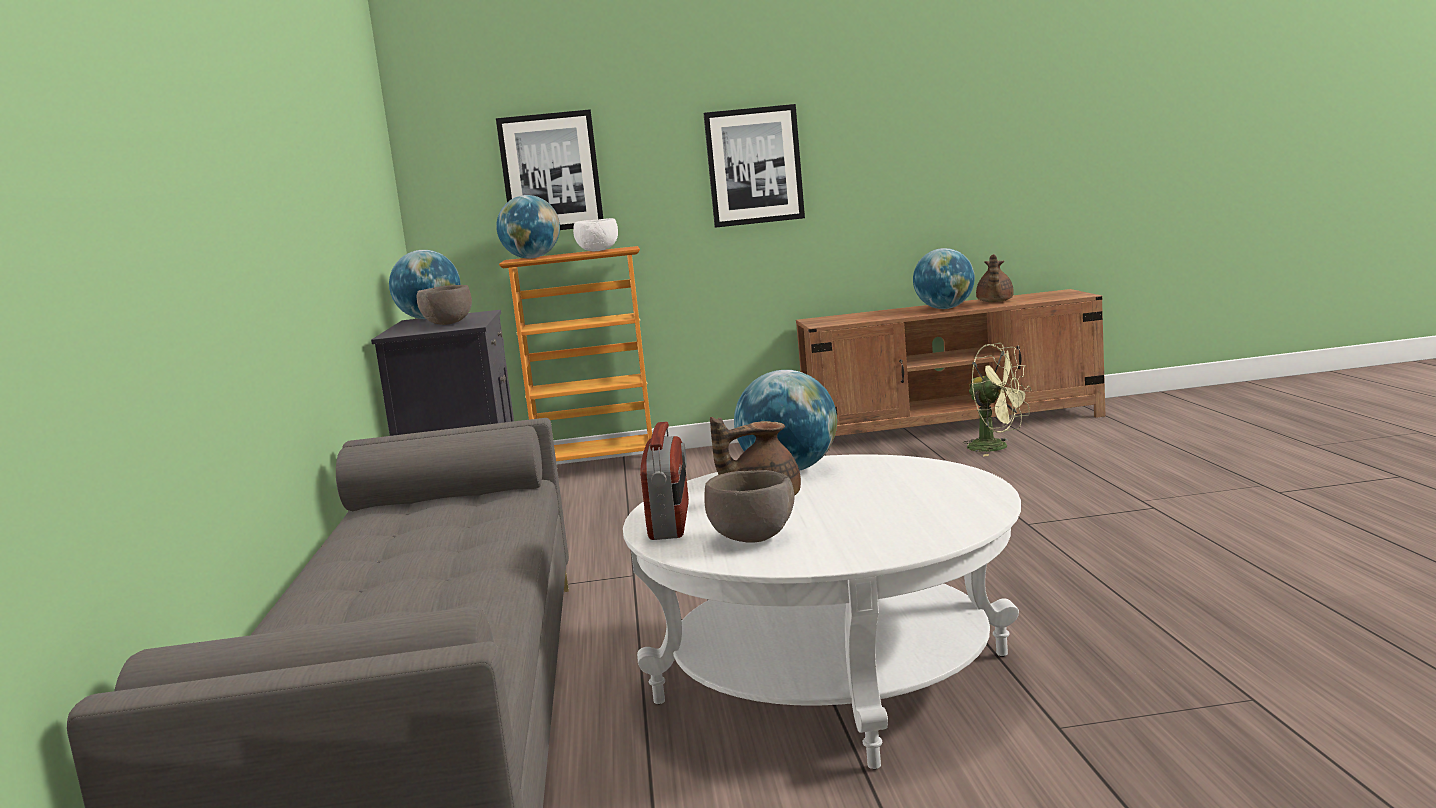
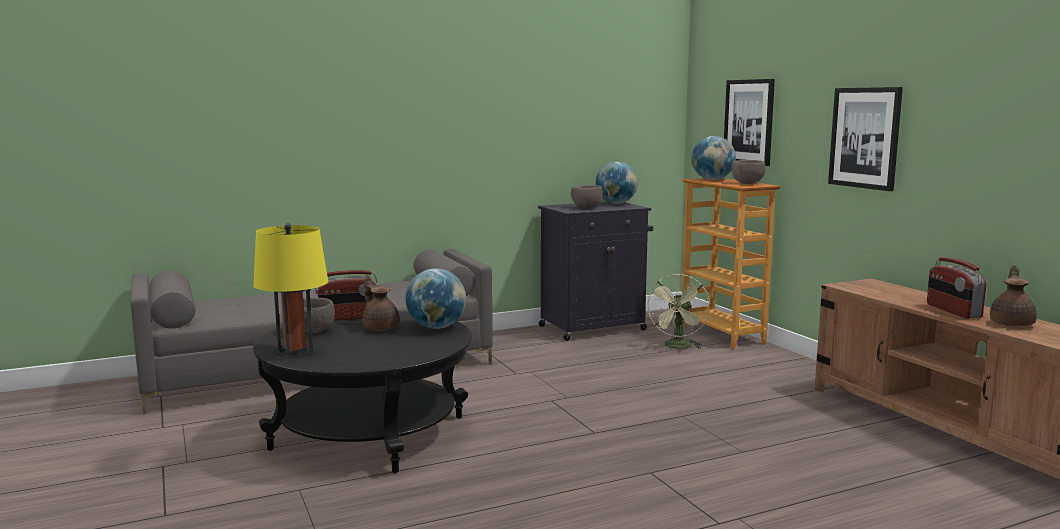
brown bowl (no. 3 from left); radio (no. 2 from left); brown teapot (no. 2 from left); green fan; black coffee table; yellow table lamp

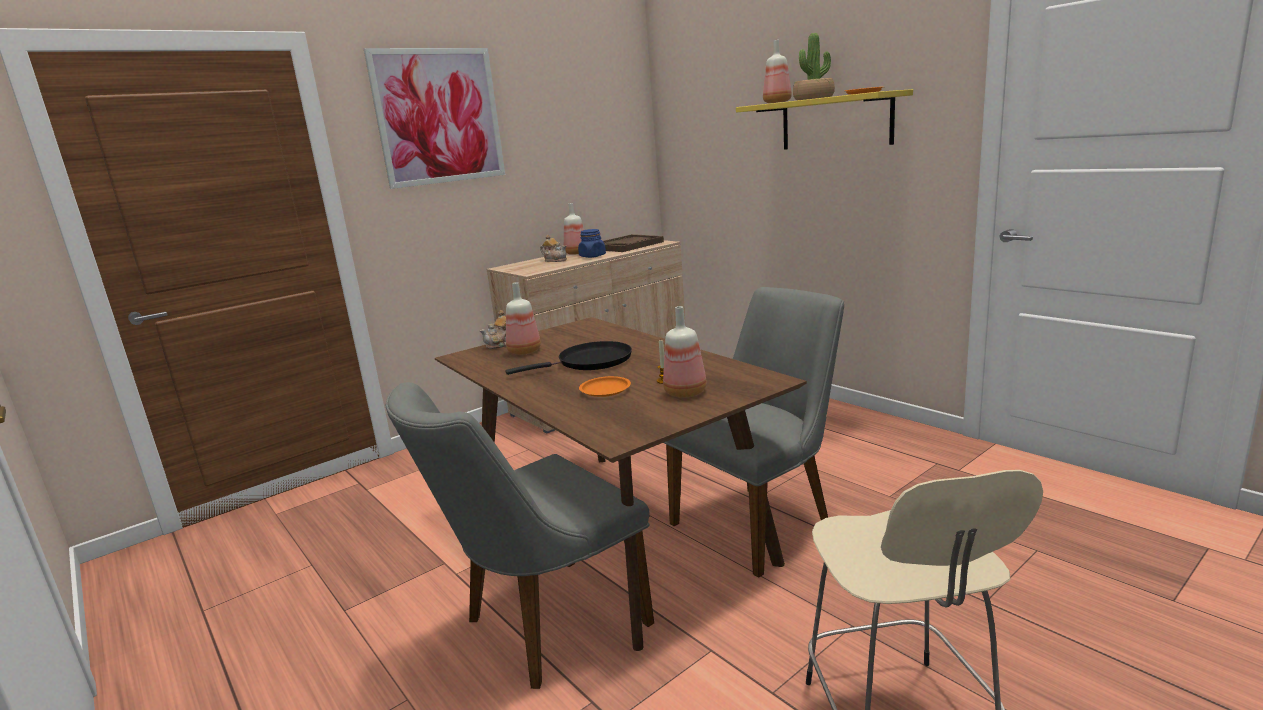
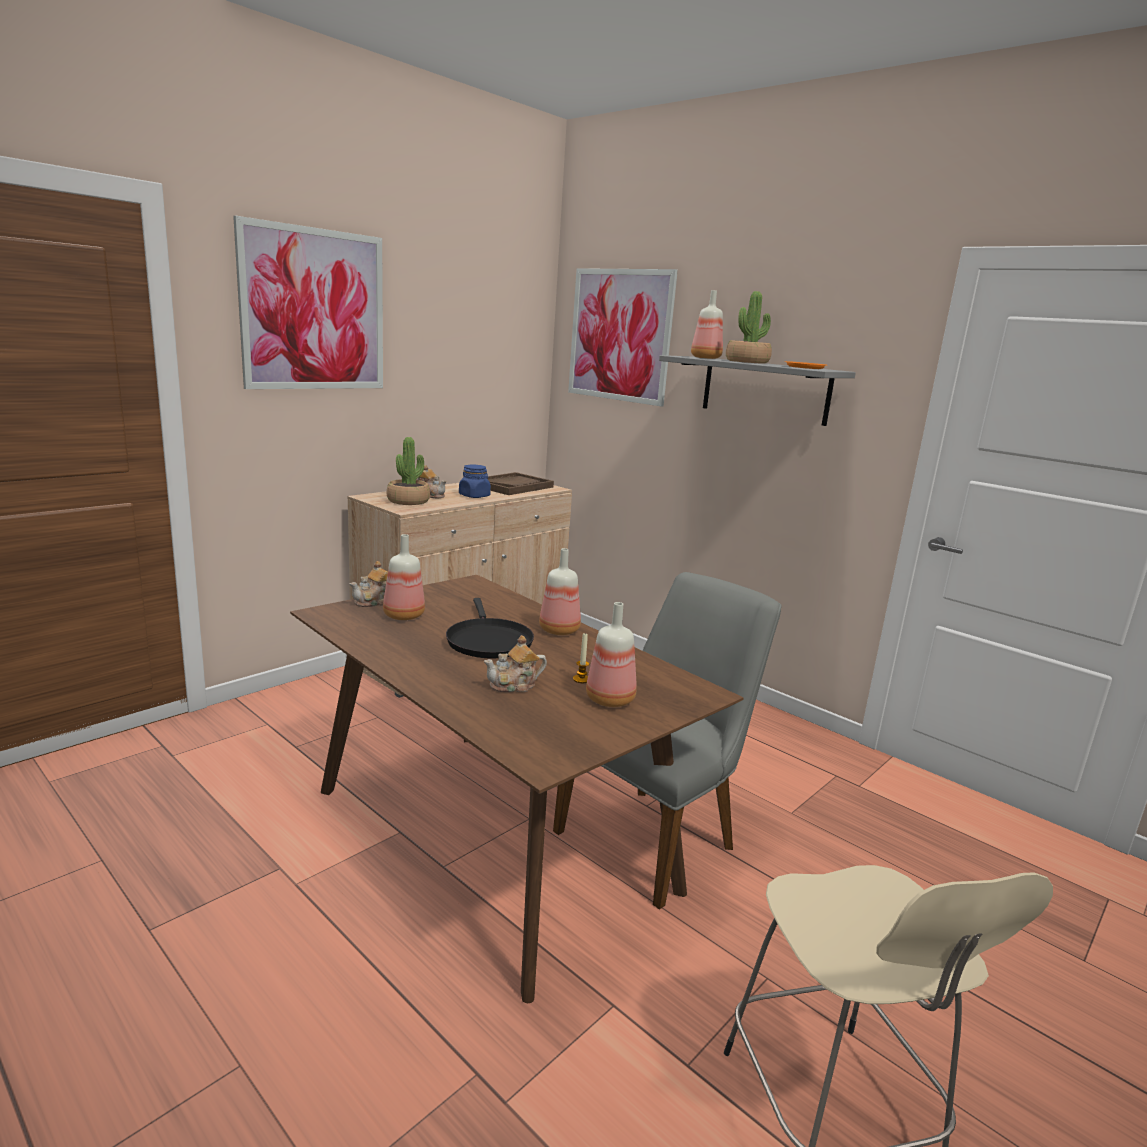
grey shelf; bottle (no. 2 from left); black frying pan; teapot (no. 3 from left); grey chair (no. 1 from left in the first image); picture (no. 2 from left); potted plant (no. 1 from left)

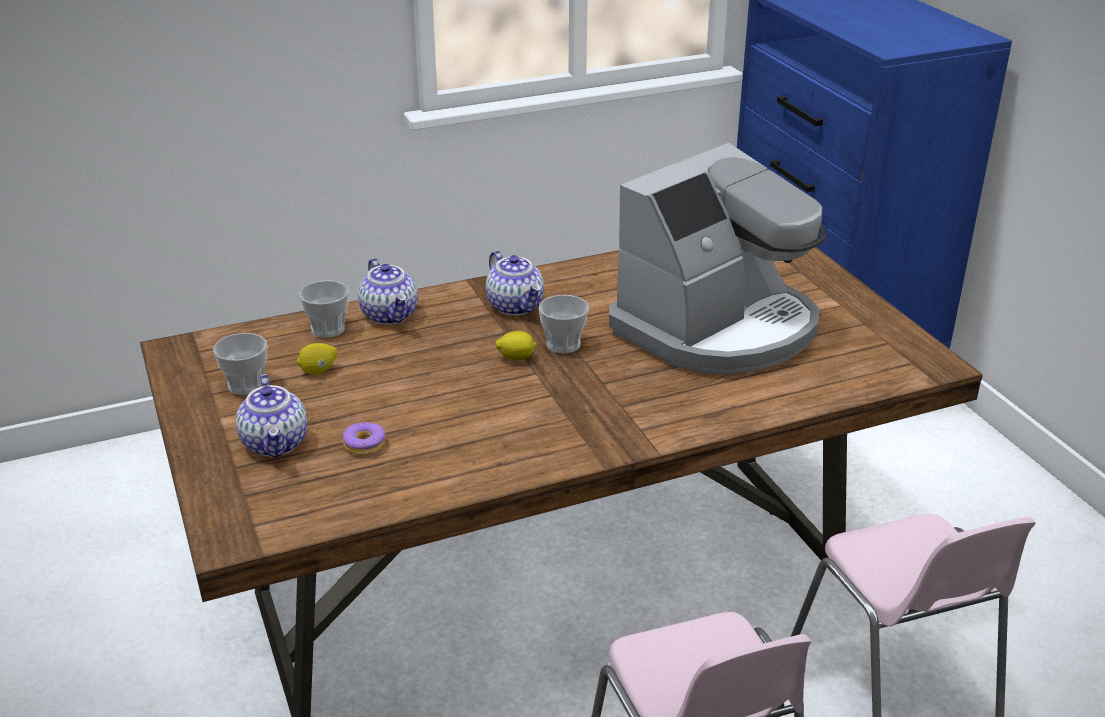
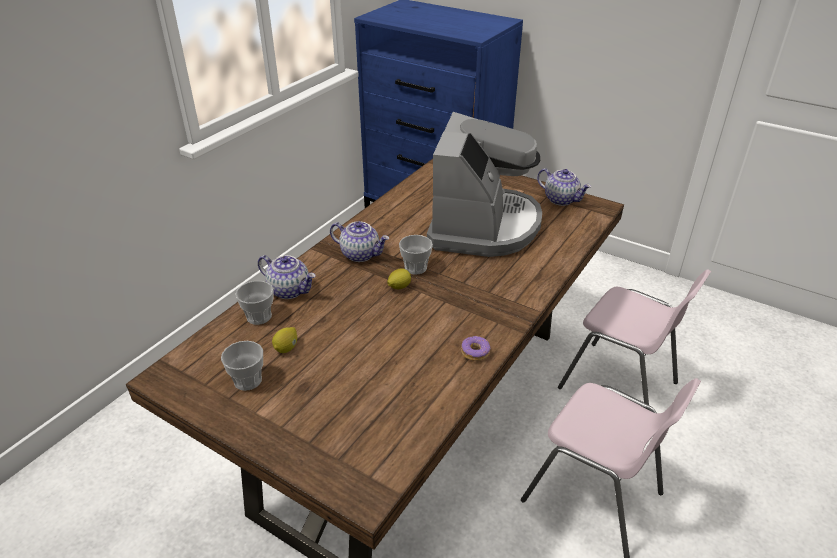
teapot (no. 3 from left); donut

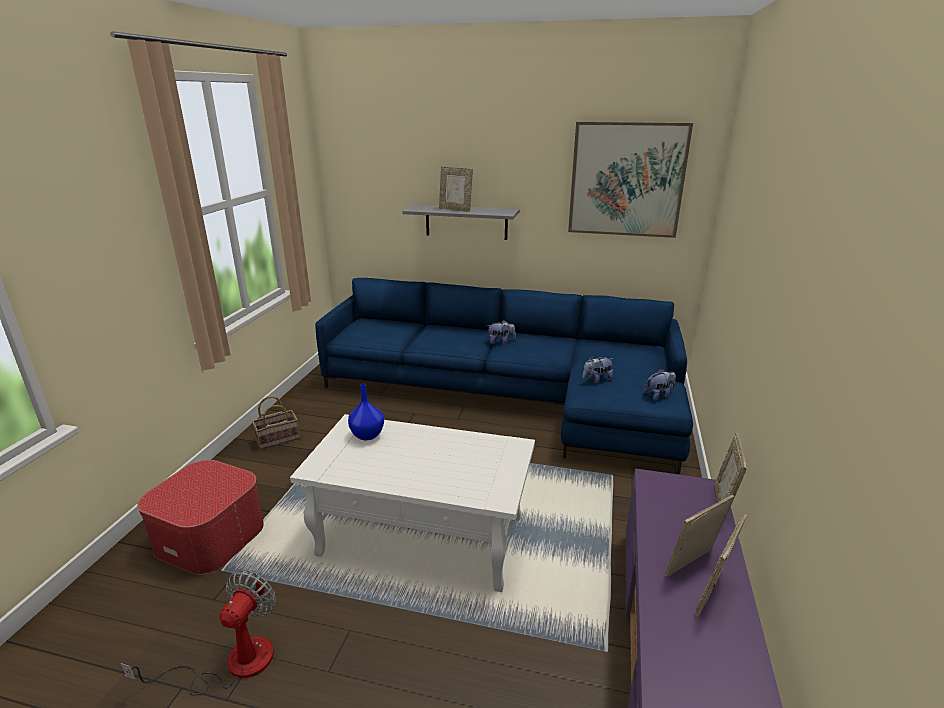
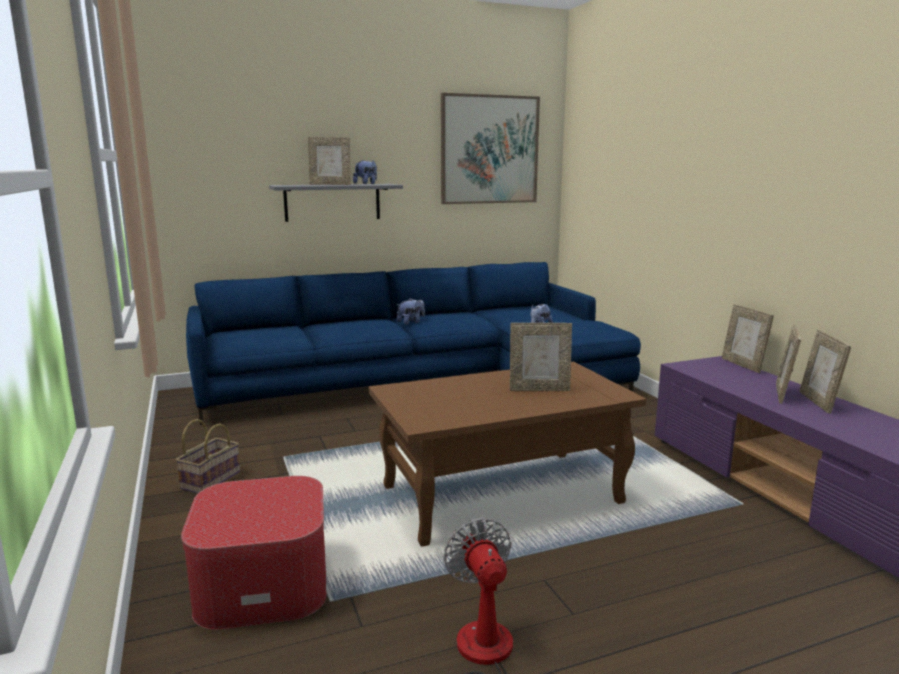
plush toy (no. 1 from left); blue vase; brown coffee table; picture frame (no. 2 from left)

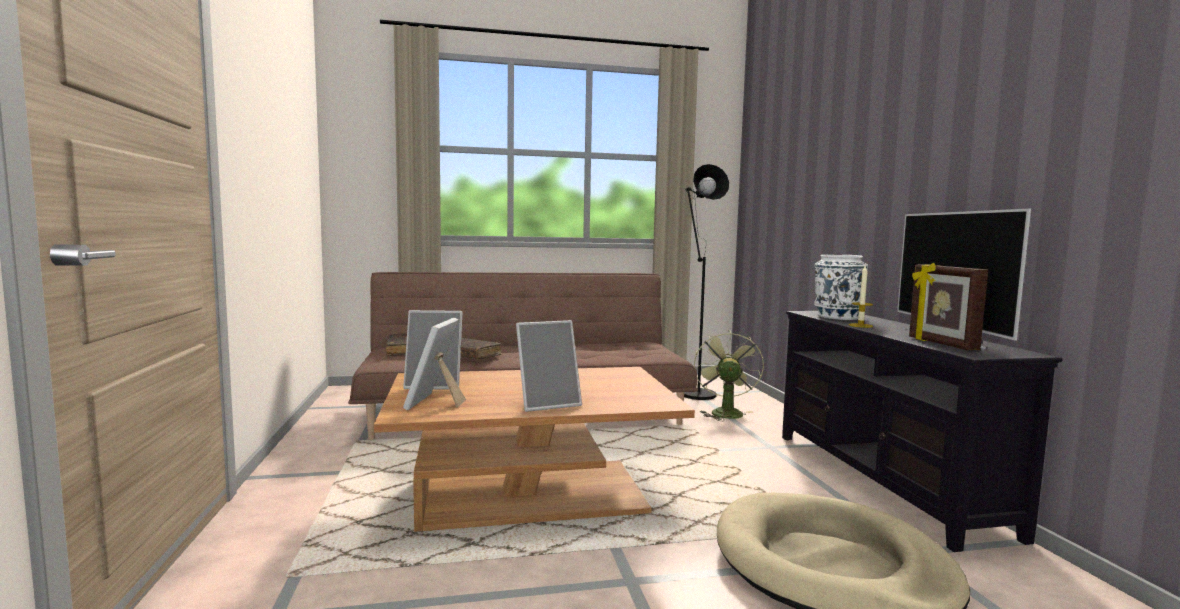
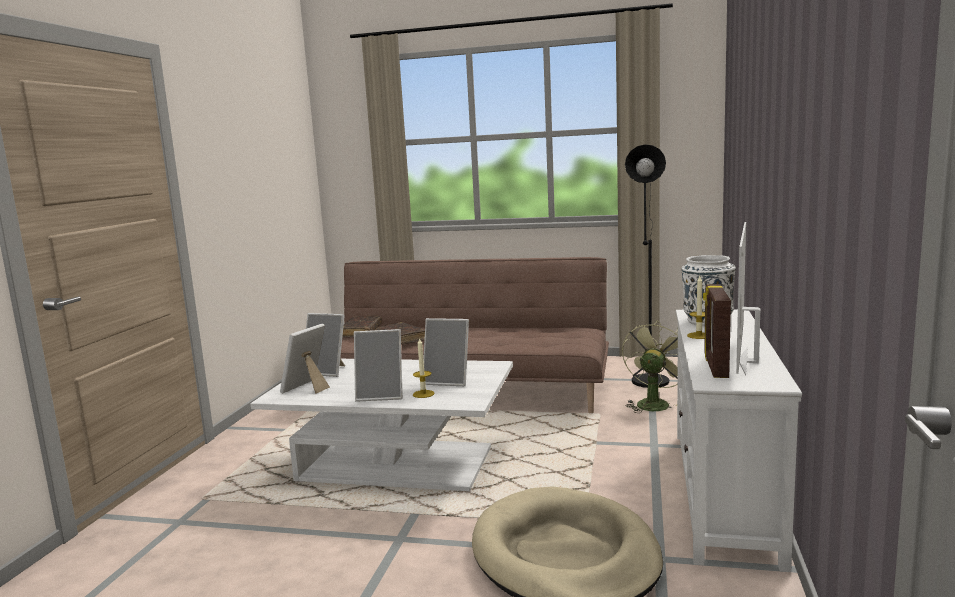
white tv stand; white coffee table; picture frame (no. 4 from left); candle (no. 1 from left)

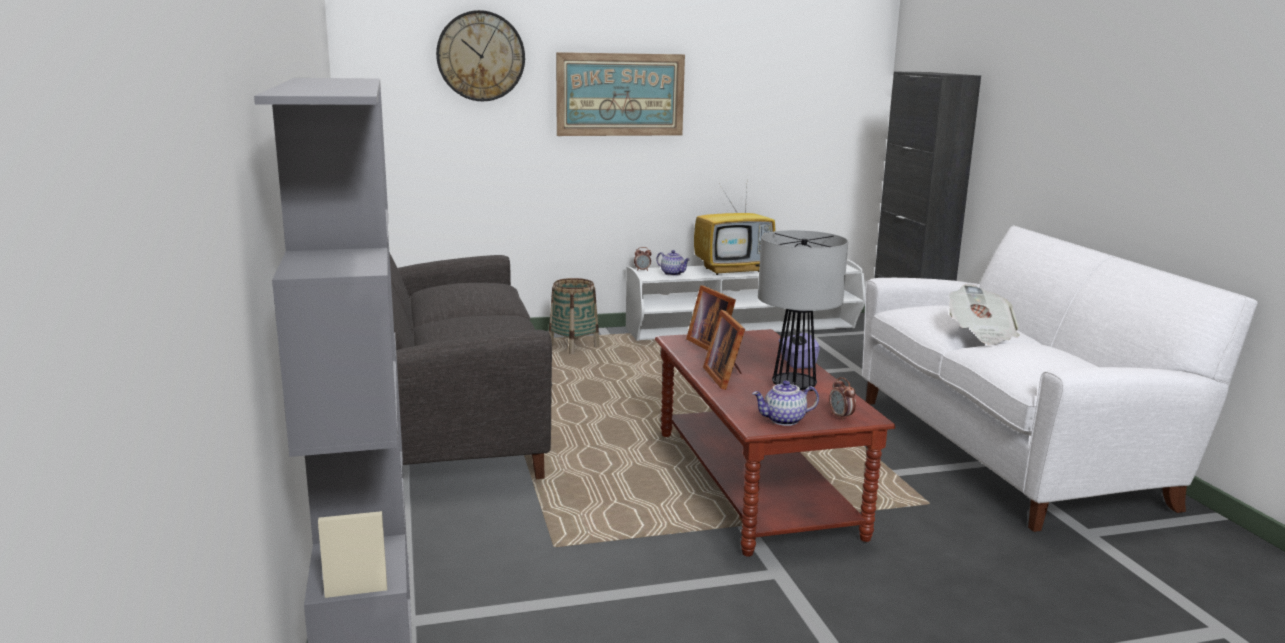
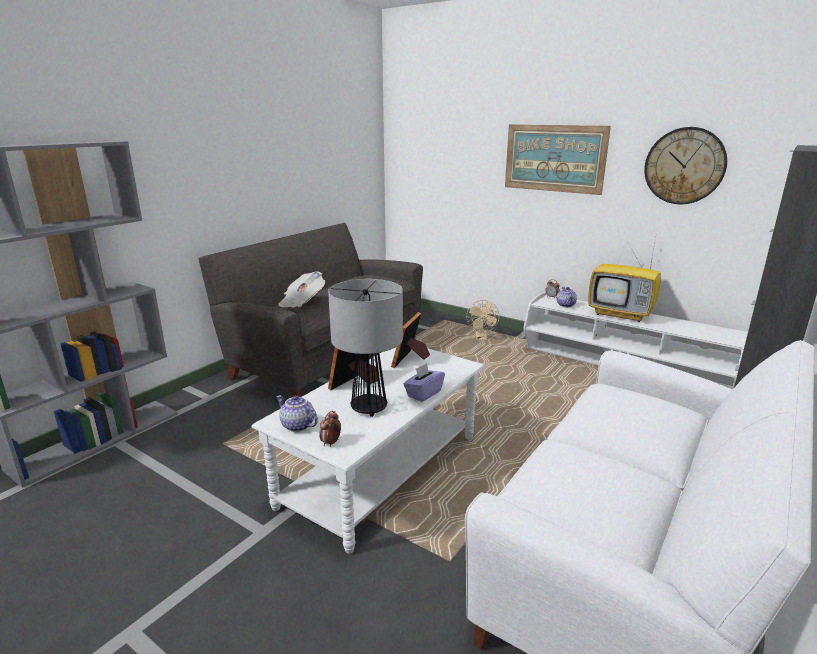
wall clock; beige fan; newspaper; white coffee table

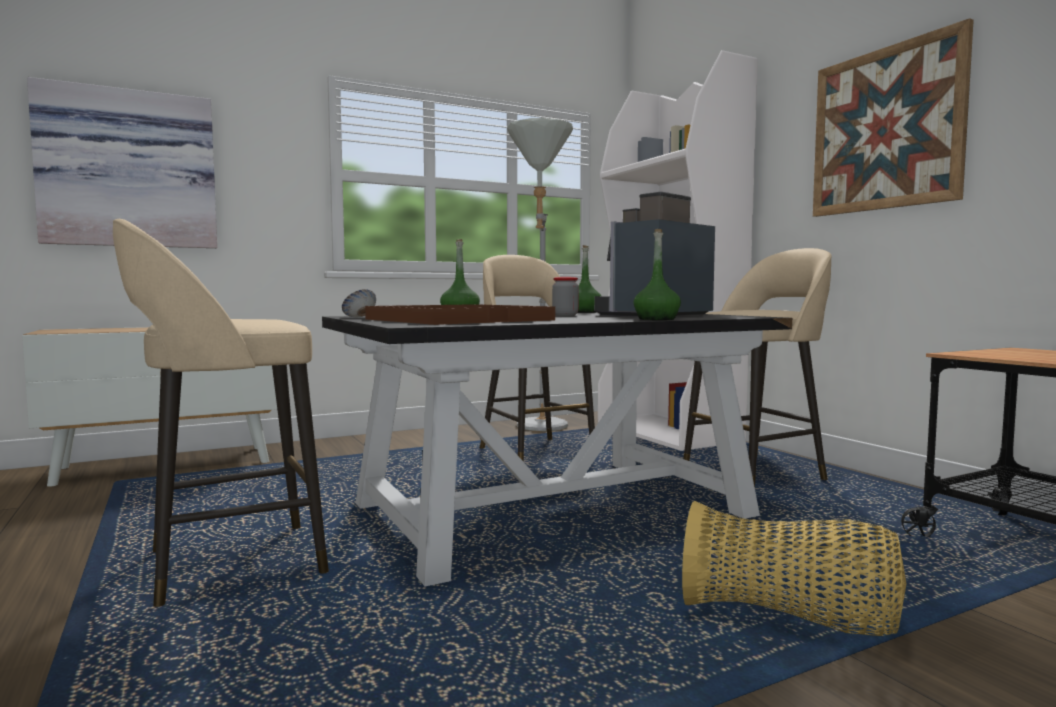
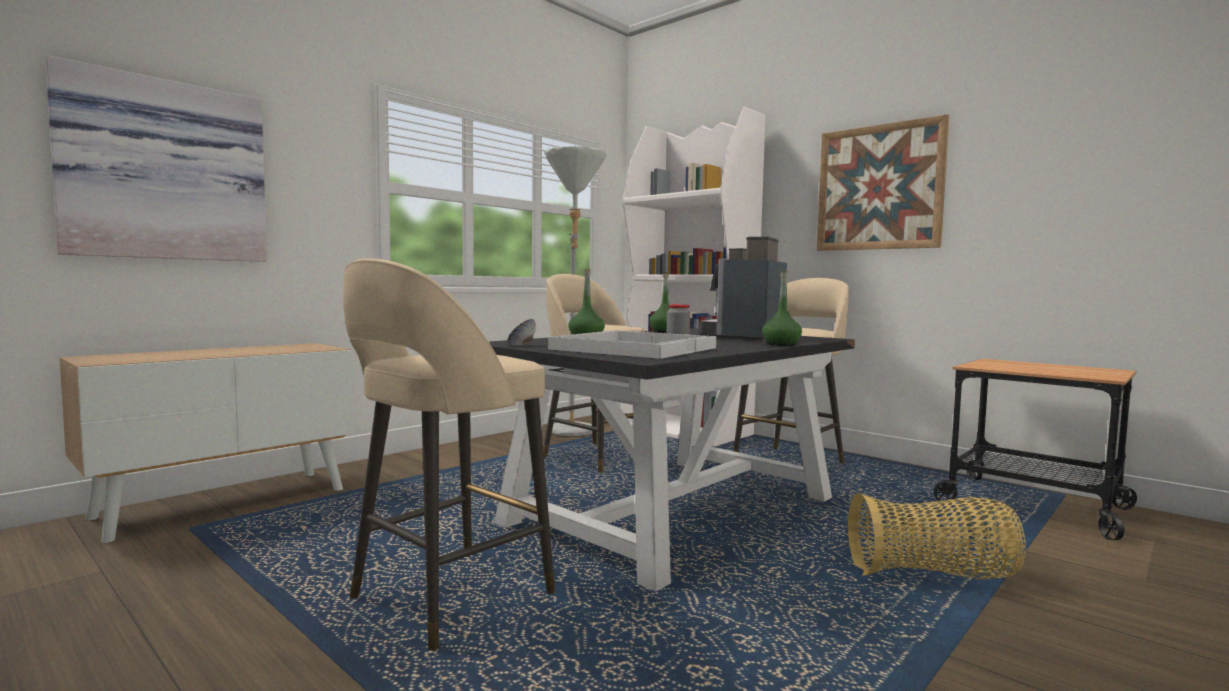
white tray

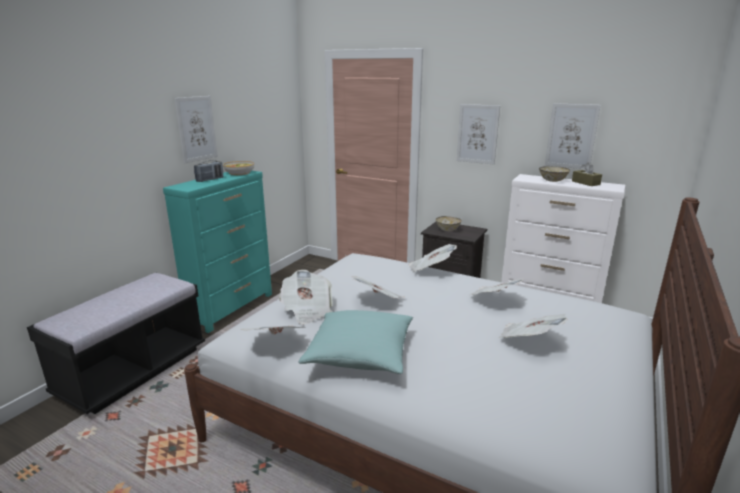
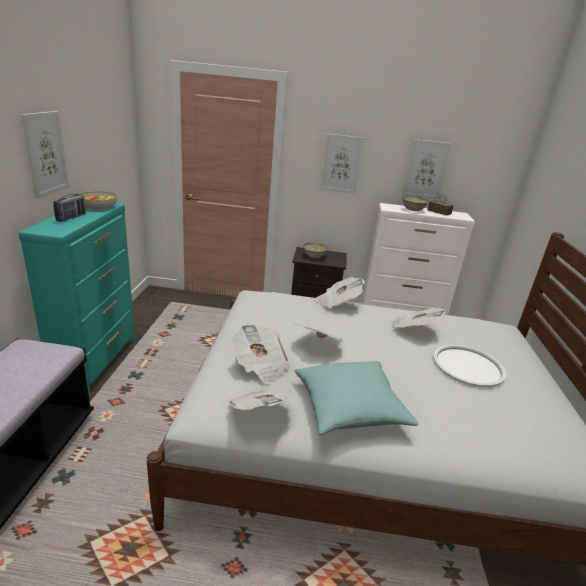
white tray

